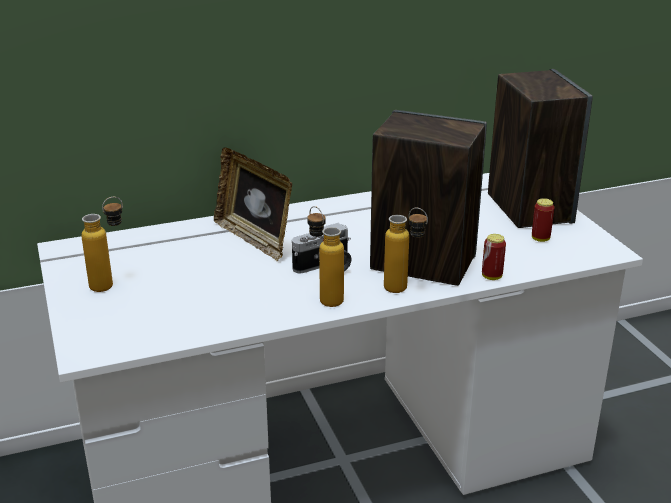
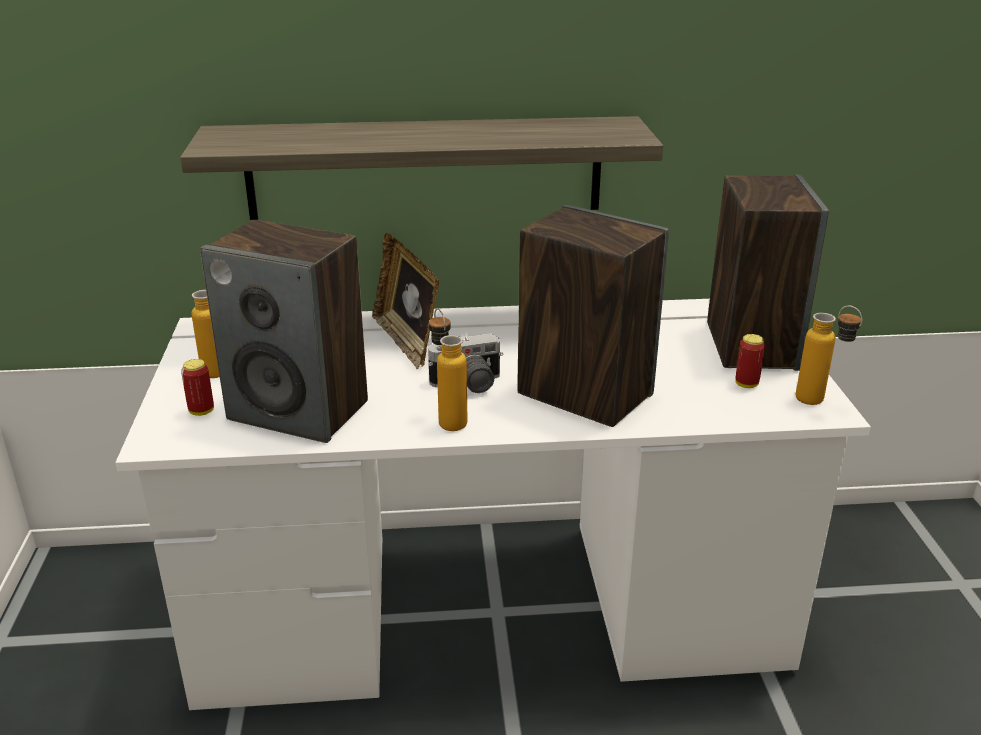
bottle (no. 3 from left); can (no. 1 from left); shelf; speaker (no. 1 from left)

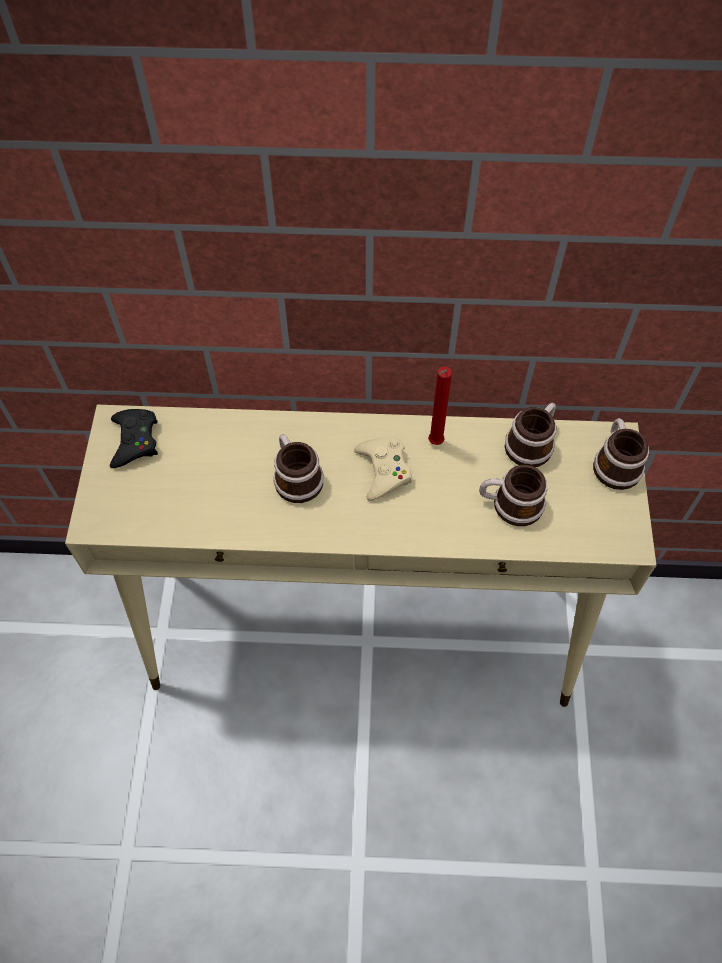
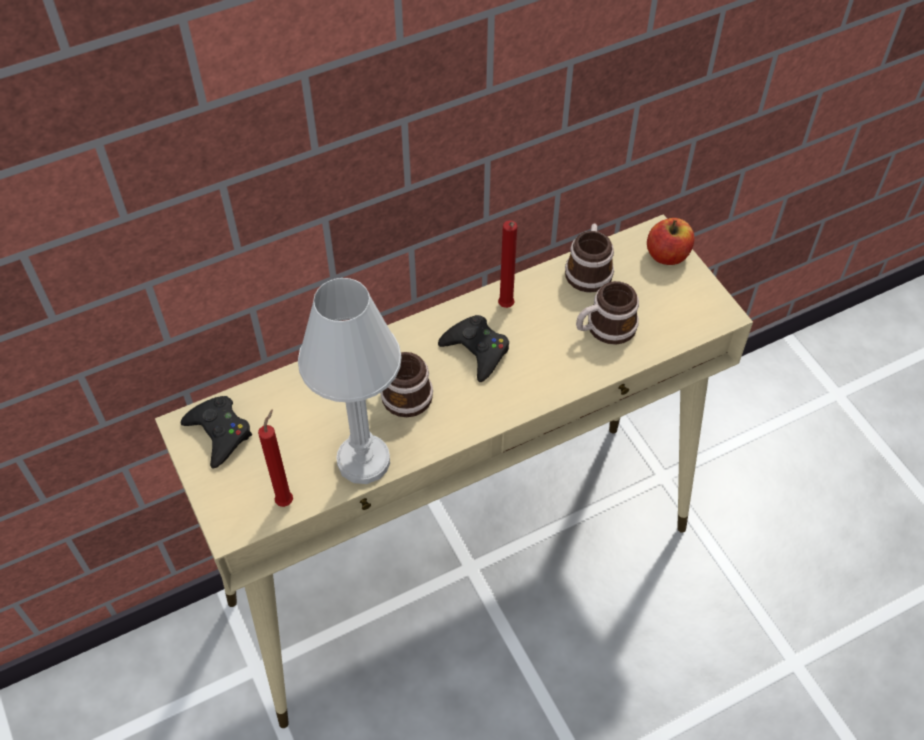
apple; black game controller (no. 2 from left); white table lamp; red candle (no. 1 from left)

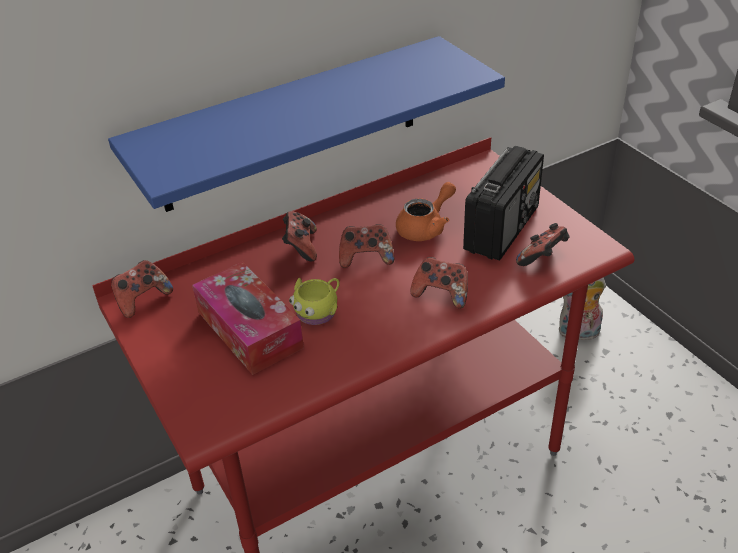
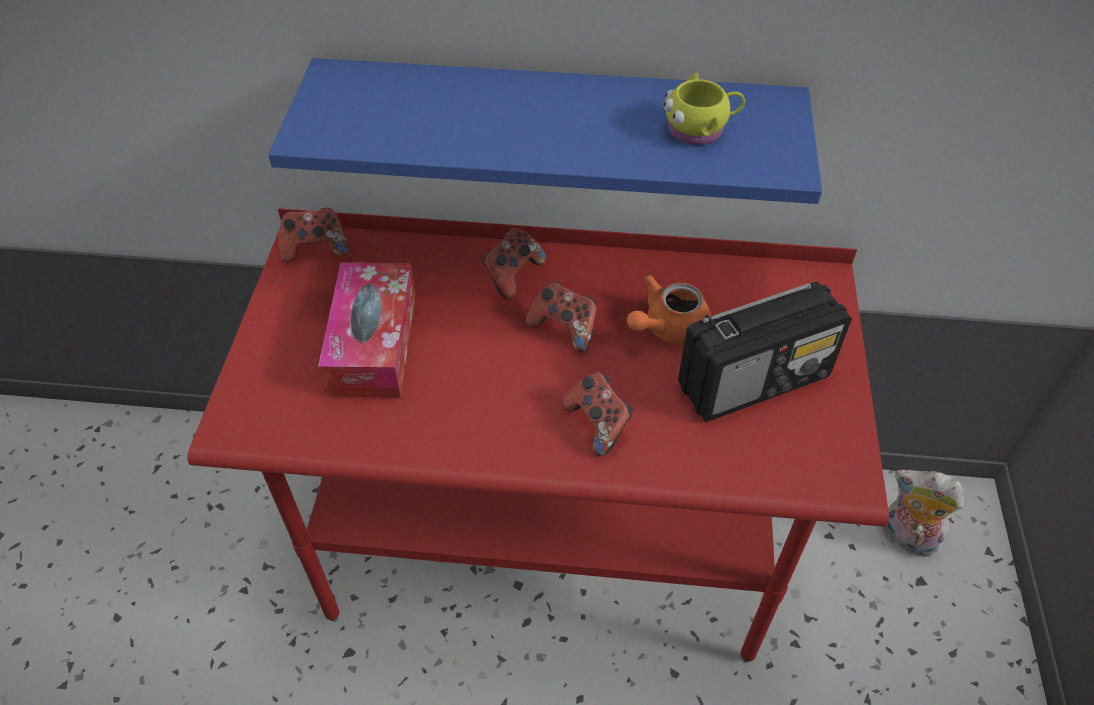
orange teapot; game controller (no. 5 from left in the first image); yellow mug

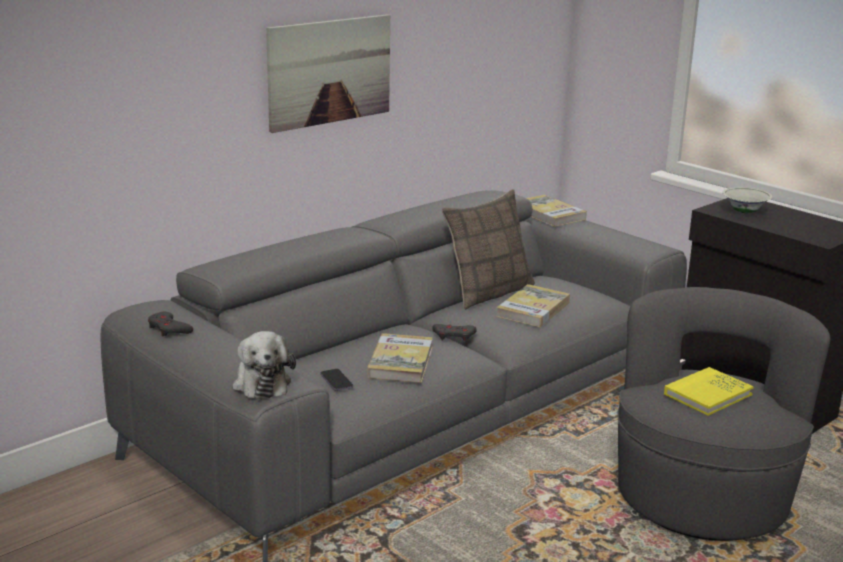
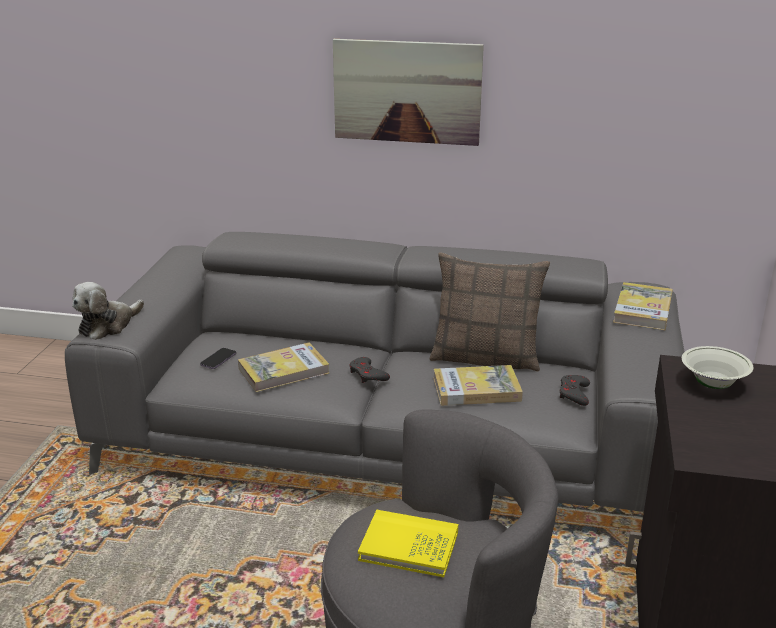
grey game controller (no. 2 from left)

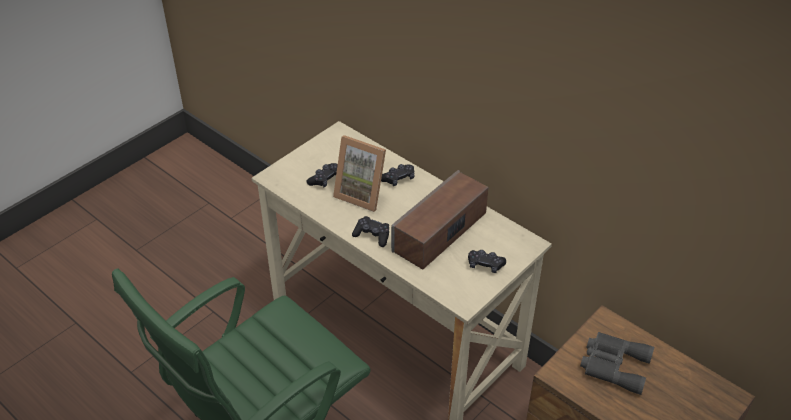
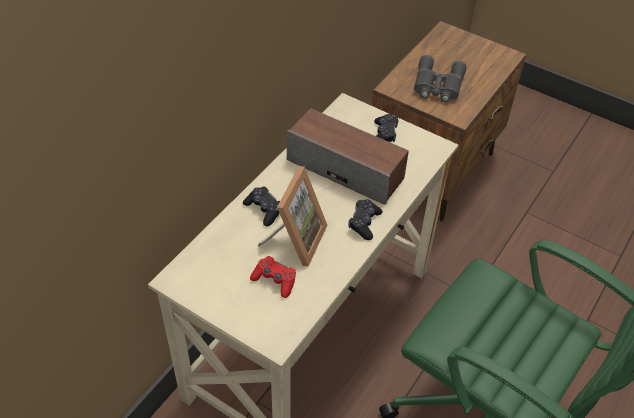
red game controller

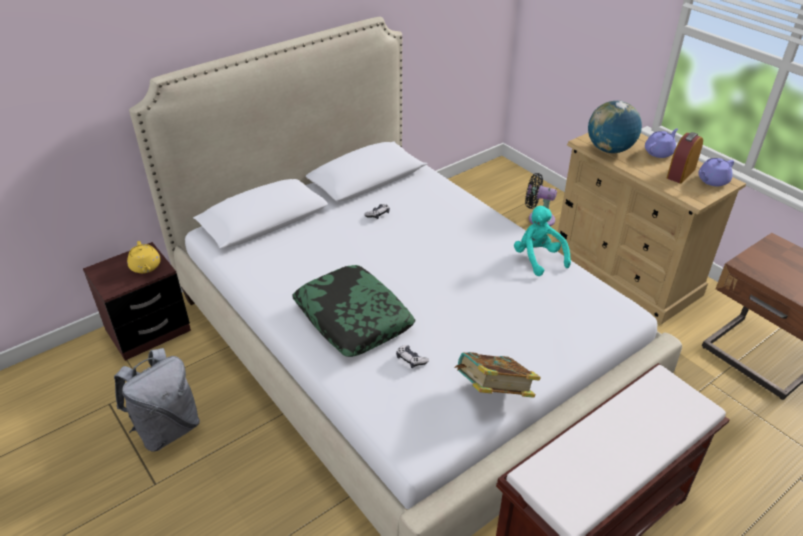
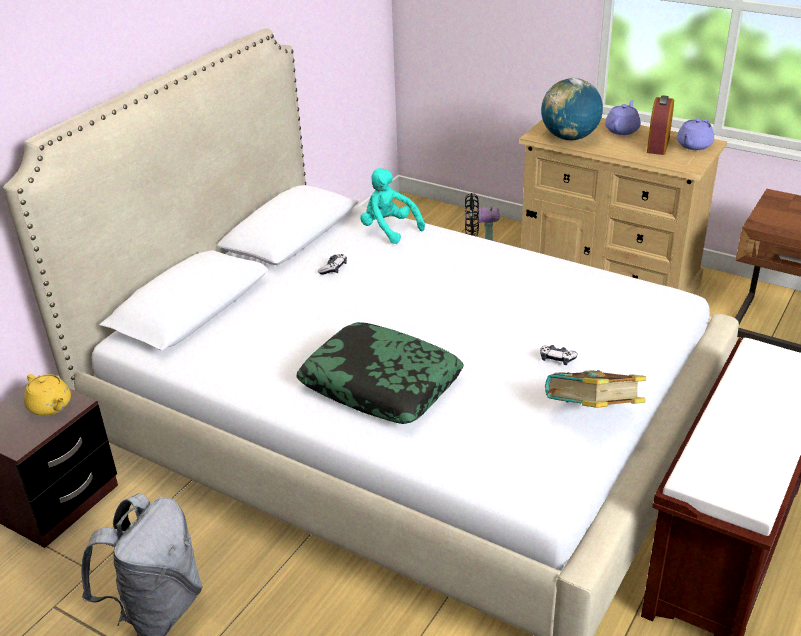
turquoise plush toy; game controller (no. 2 from left)

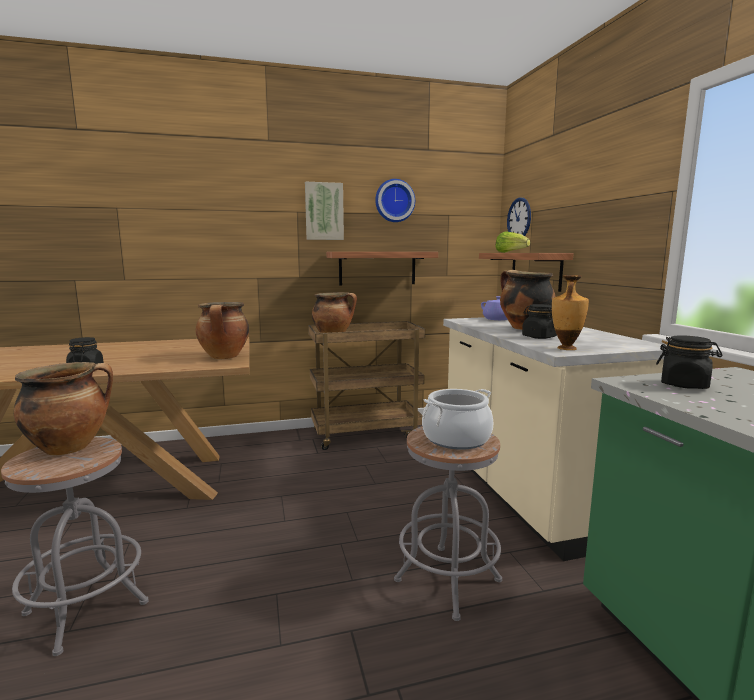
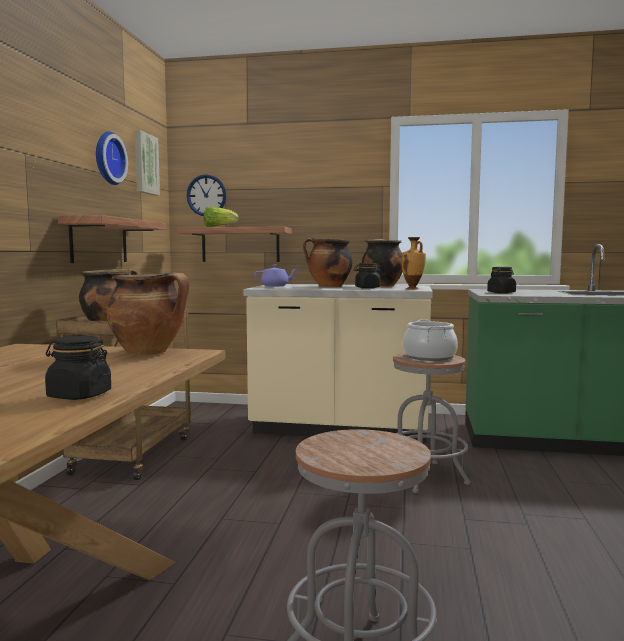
picture; cooking pot (no. 4 from left)

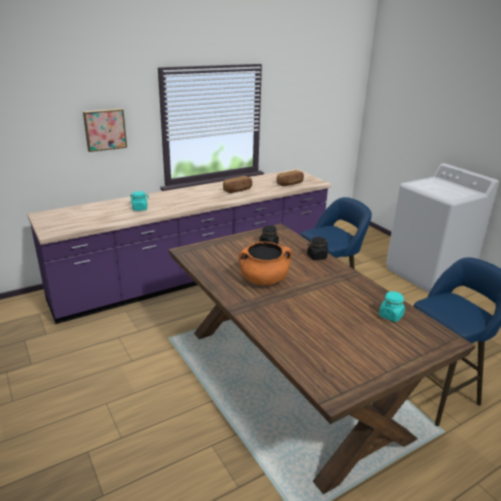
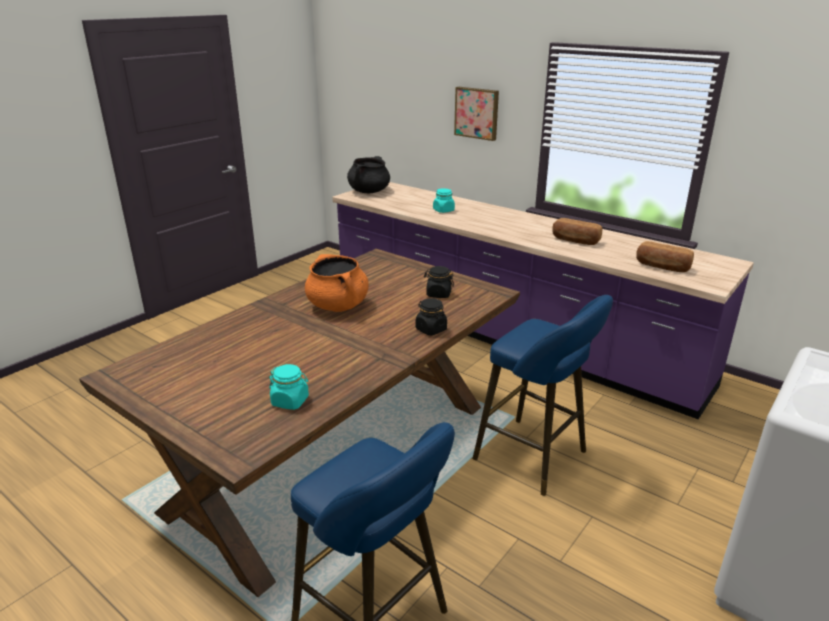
black cooking pot

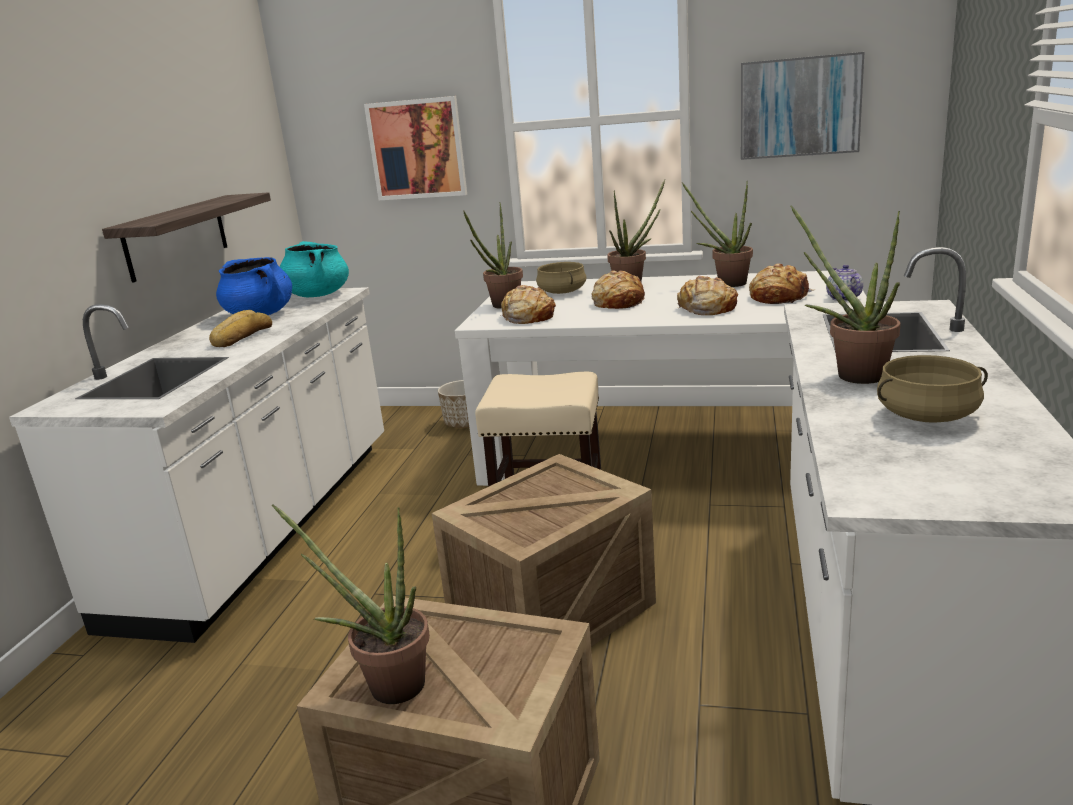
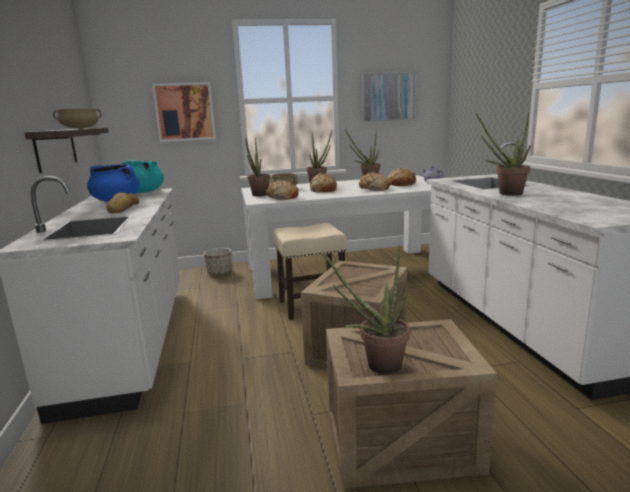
beige cooking pot (no. 1 from left)

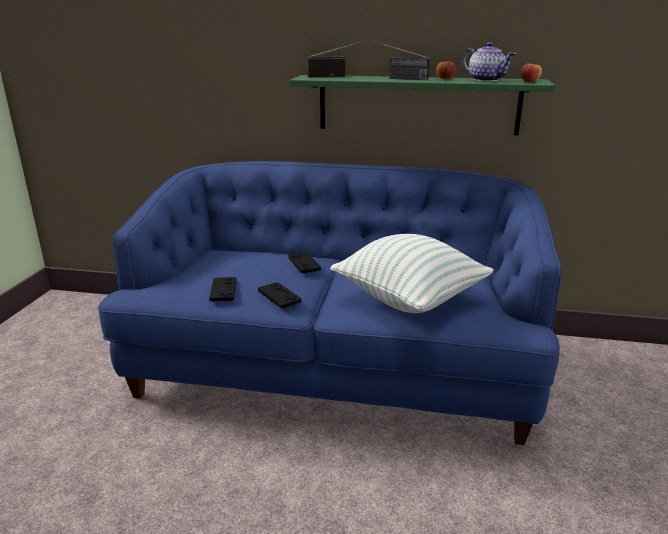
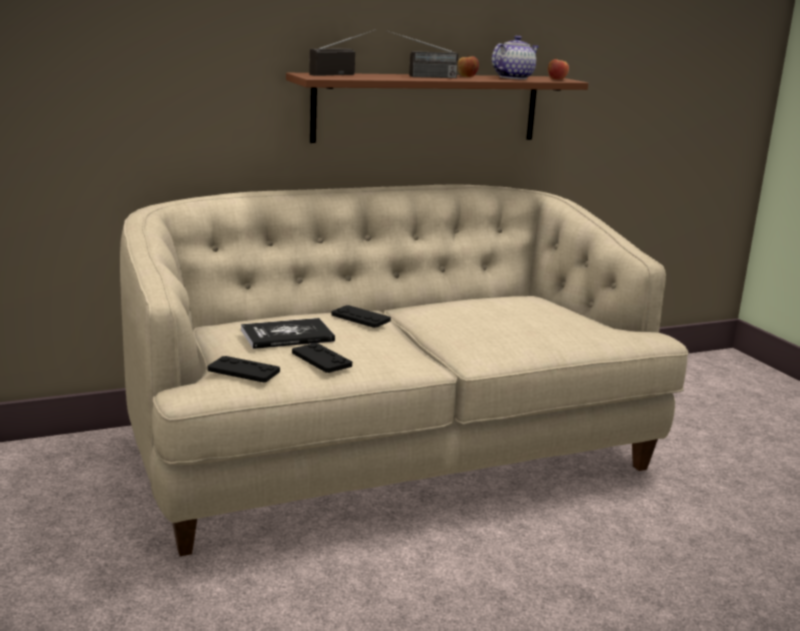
teapot; brown shelf; beige sofa; pillow; black game controller (no. 1 from left); book

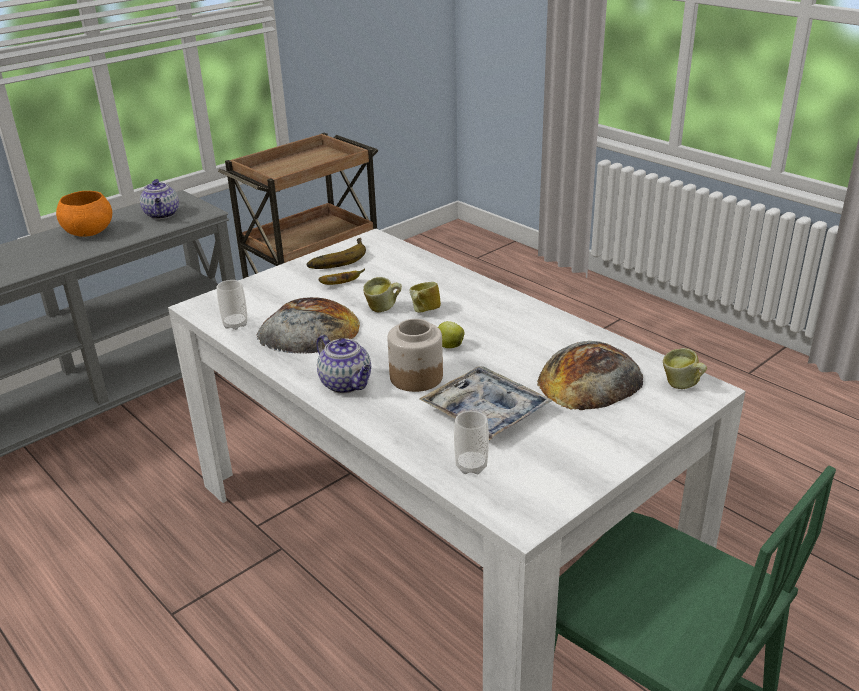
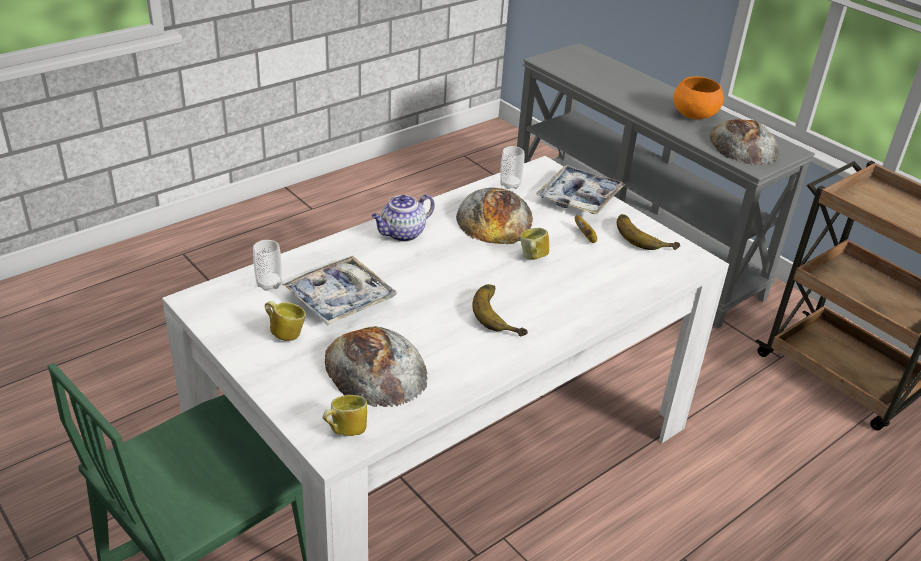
bread (no. 3 from left); mug (no. 1 from left); jar; apple; tray (no. 2 from left); banana (no. 1 from left)

